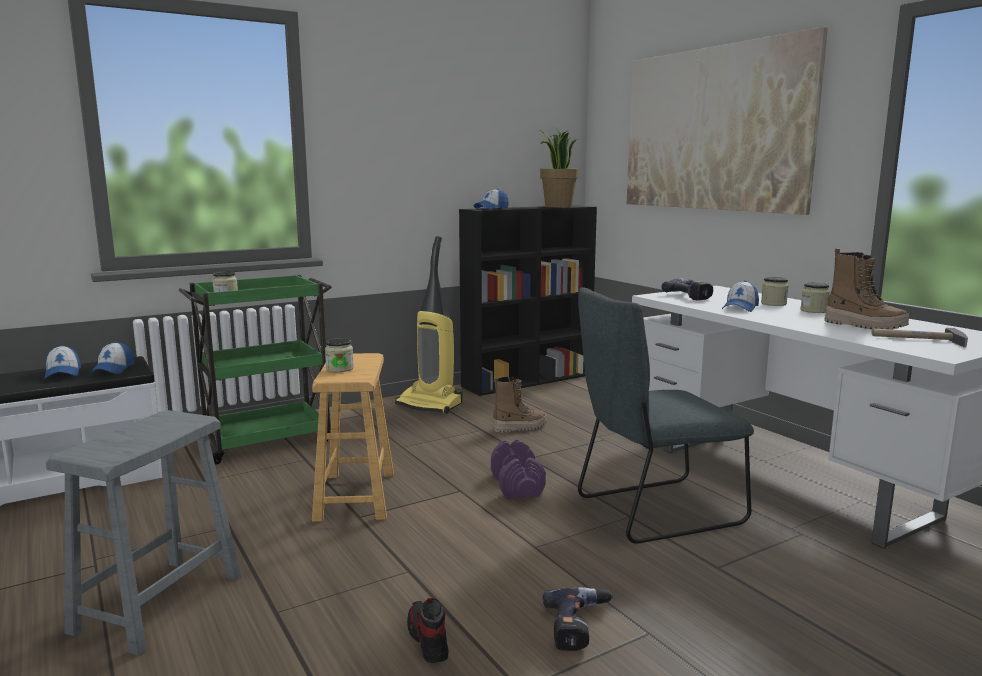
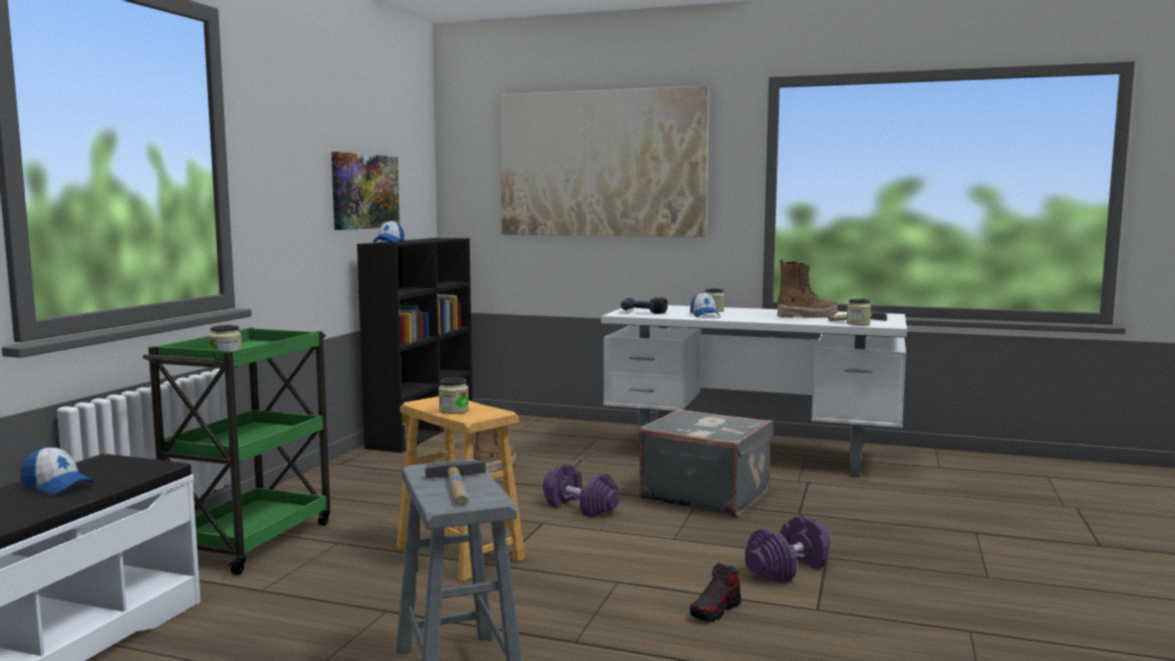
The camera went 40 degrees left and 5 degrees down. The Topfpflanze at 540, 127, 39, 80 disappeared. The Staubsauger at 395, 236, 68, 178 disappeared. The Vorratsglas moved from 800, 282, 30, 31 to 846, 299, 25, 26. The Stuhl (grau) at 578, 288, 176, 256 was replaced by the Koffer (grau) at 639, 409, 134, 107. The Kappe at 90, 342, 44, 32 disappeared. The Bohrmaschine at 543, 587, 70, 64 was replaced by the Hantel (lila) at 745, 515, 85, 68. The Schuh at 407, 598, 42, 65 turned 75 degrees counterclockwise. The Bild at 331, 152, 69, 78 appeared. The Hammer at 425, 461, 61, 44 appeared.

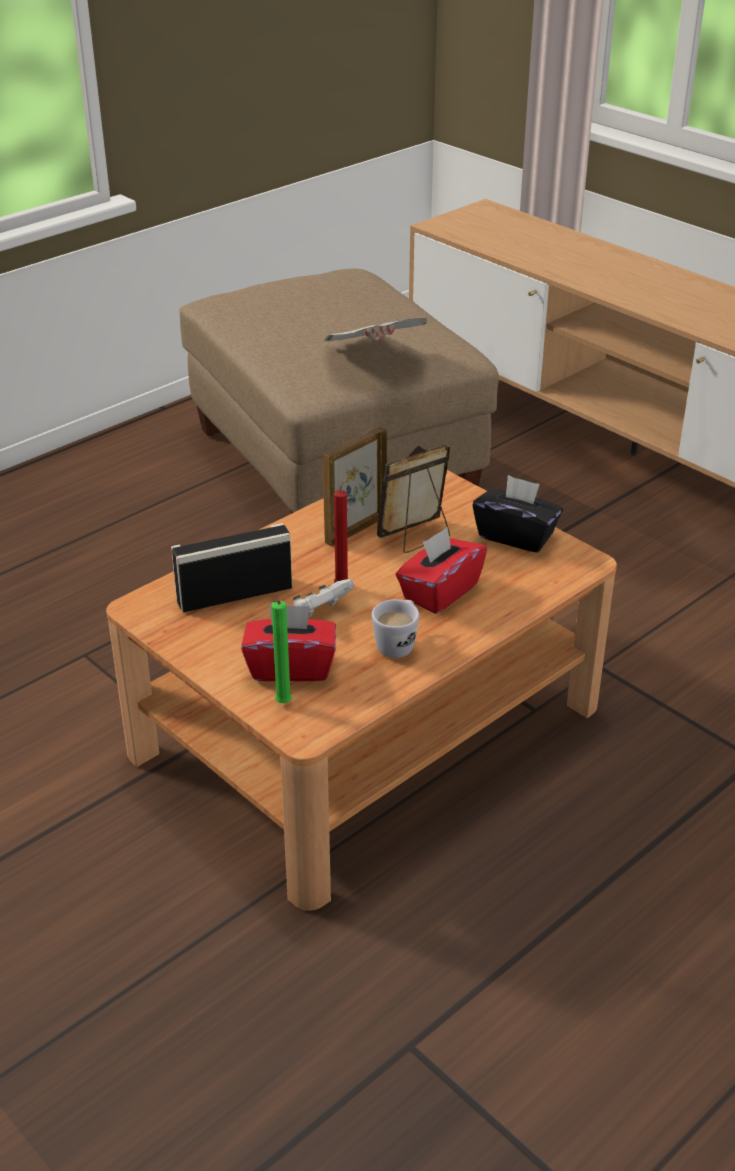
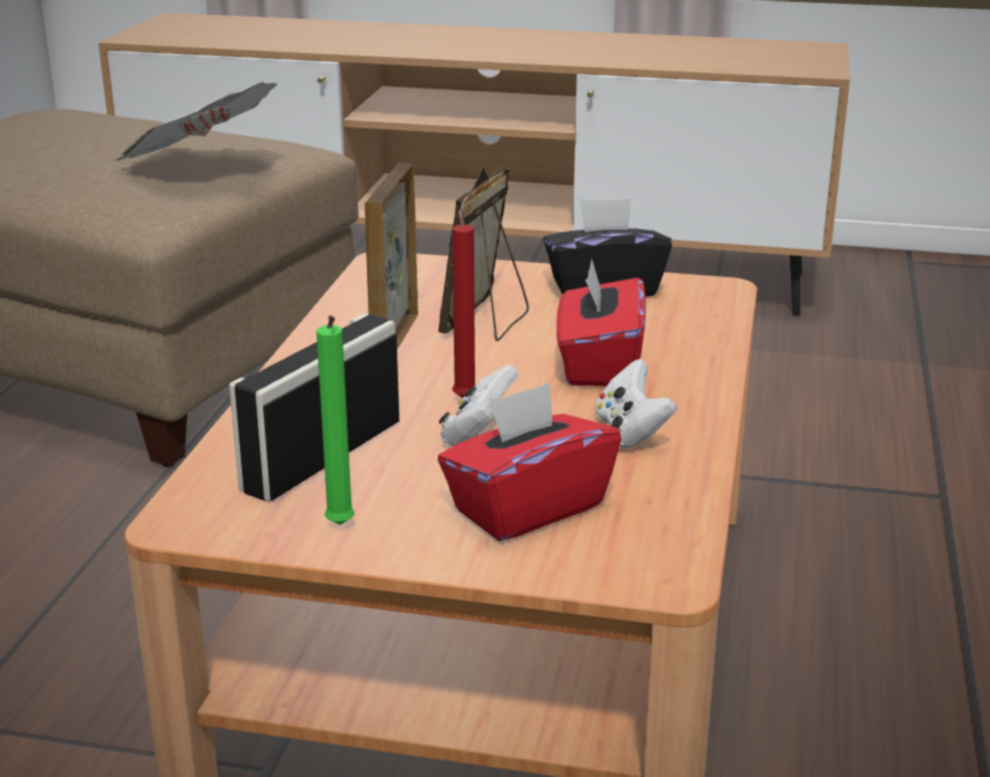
The camera went 35 degrees left and 10 degrees down. The Henkelbecher (weiß) at 372, 599, 47, 59 was replaced by the Gamepad (weiß) at 595, 359, 82, 90. The Kerze (grün) moved from 271, 600, 21, 103 to 316, 315, 38, 210.

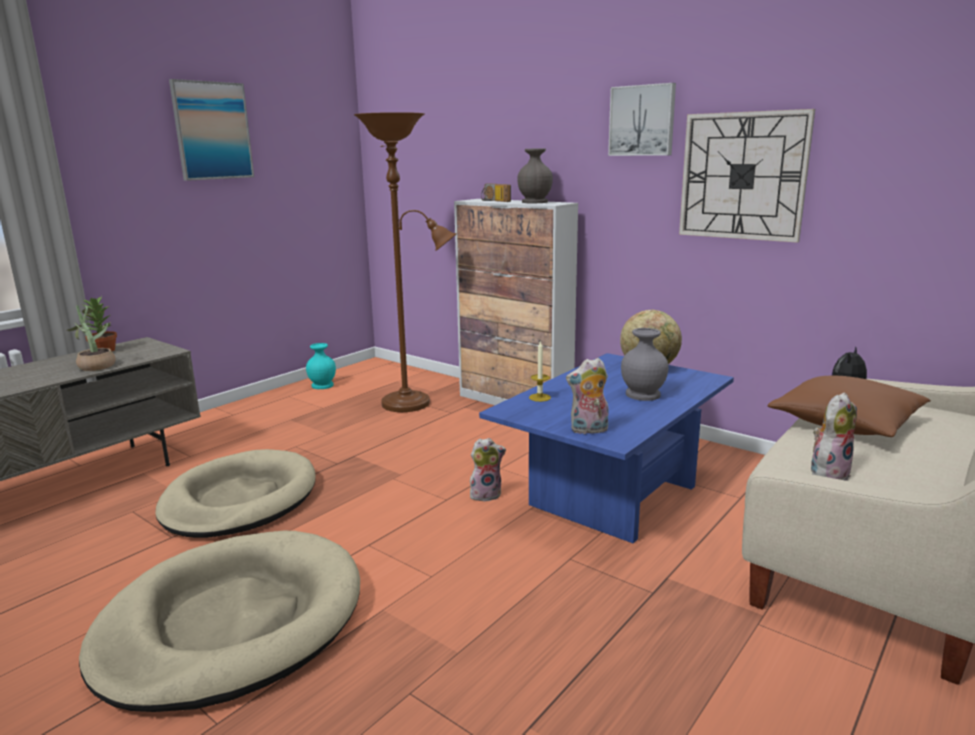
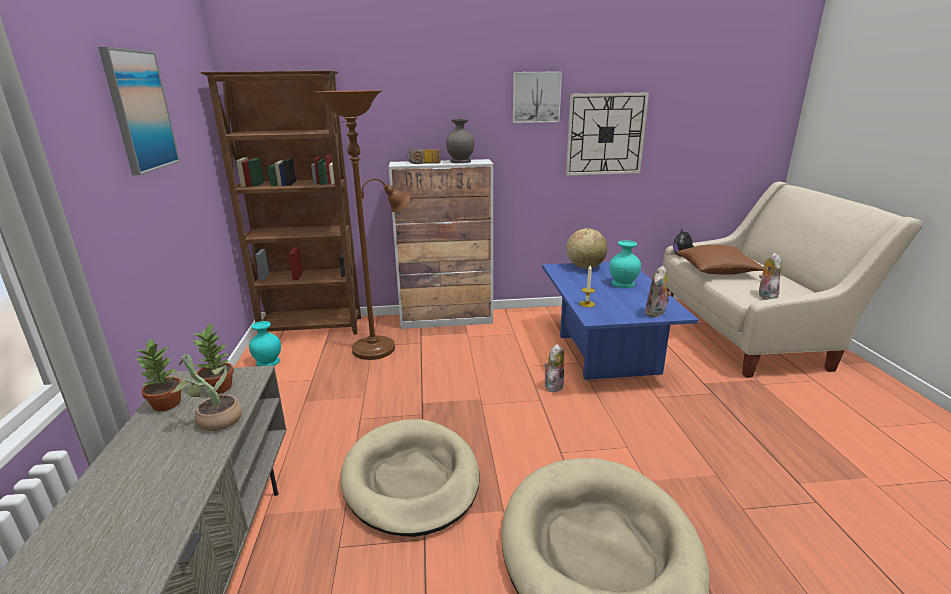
The camera went 45 degrees left and 5 degrees up. The Vase (grau) at 621, 328, 47, 73 became the Vase (türkis) at 609, 240, 32, 48. The Bücherregal (braun) at 200, 71, 161, 264 appeared. The Topfpflanze at 193, 323, 41, 71 appeared.

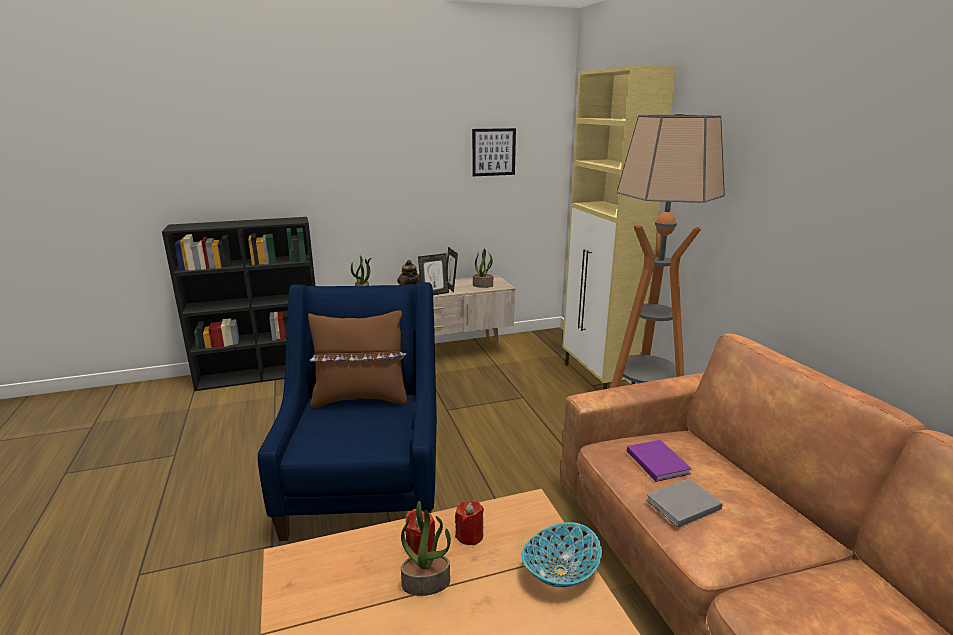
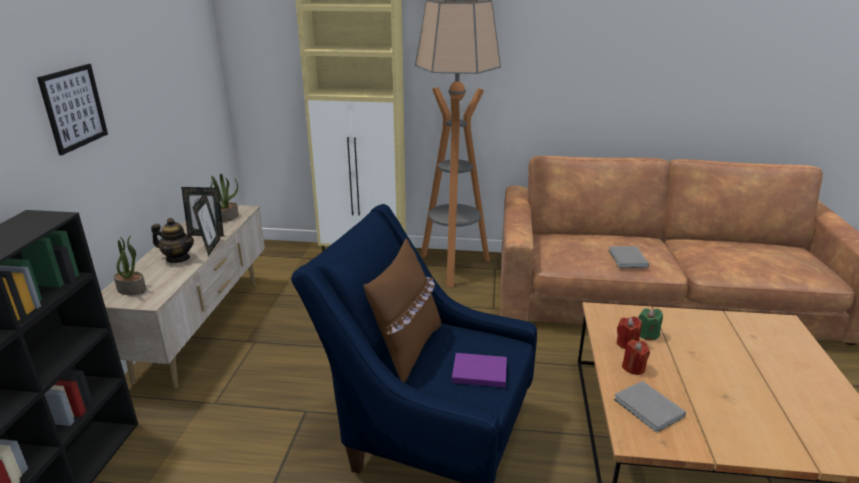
The camera went 65 degrees left and 5 degrees up. The Bild moved from 472, 128, 44, 48 to 37, 64, 71, 91. The Buch (lila) moved from 627, 440, 65, 42 to 452, 353, 55, 34. The Topfpflanze at 401, 501, 50, 95 disappeared. The Schüssel at 522, 522, 80, 65 disappeared. The Kerze (grün) at 638, 308, 25, 32 appeared. The Buch (grau) at 614, 381, 72, 52 appeared.

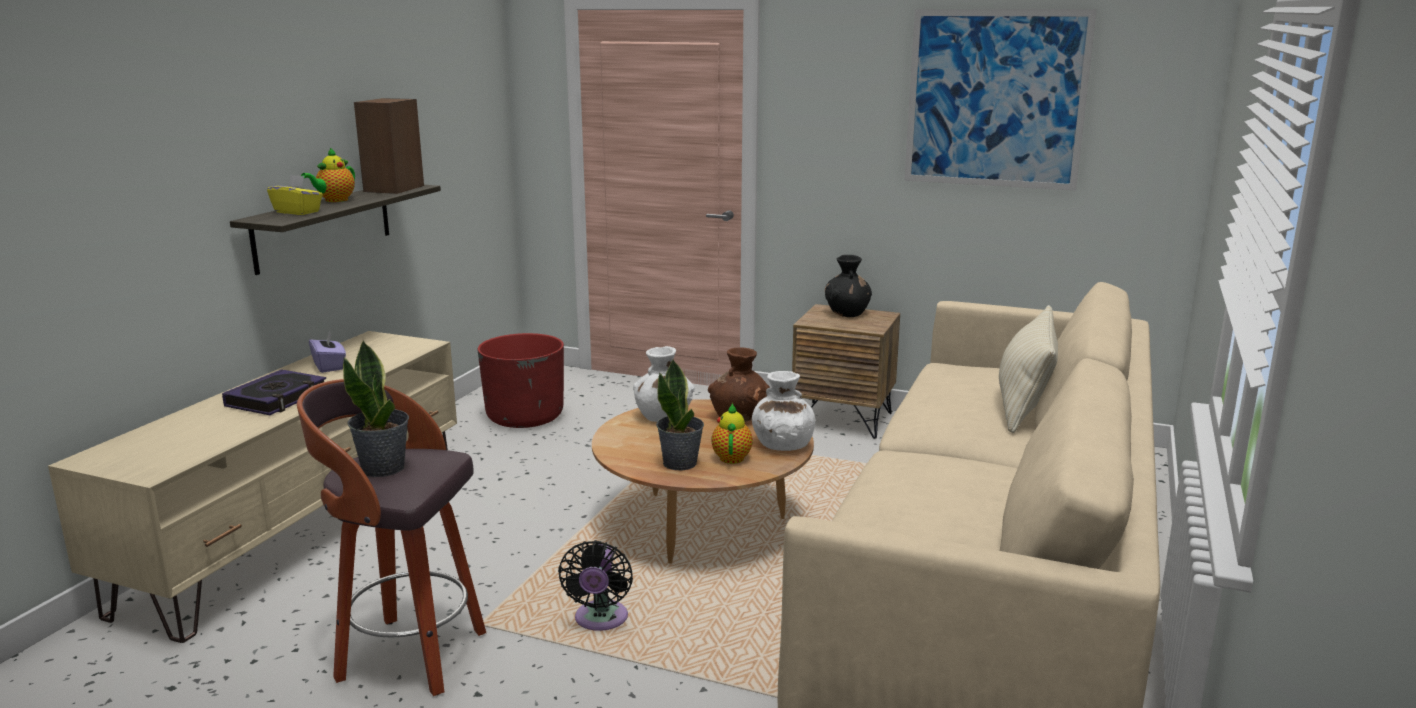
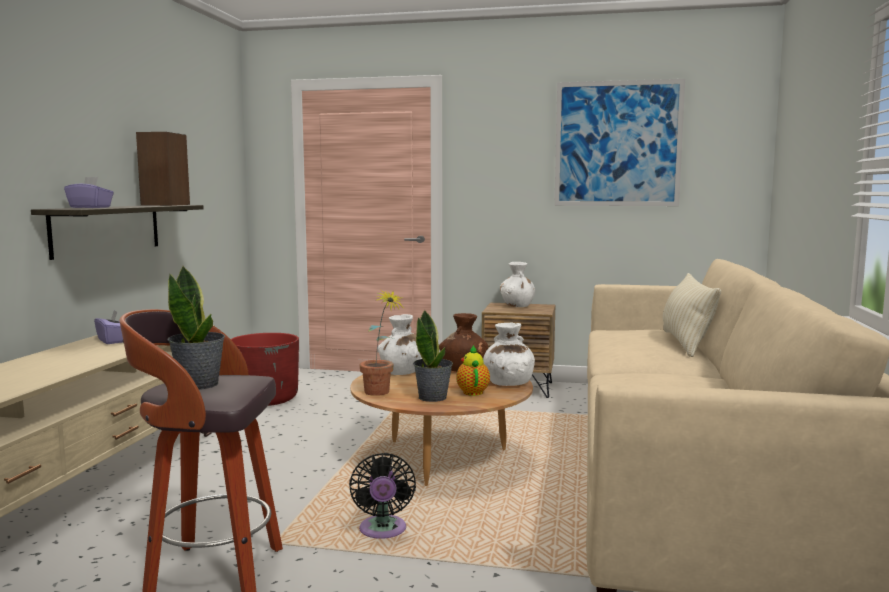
The camera went 10 degrees left and 10 degrees down. The Teekanne at 301, 148, 54, 54 disappeared. The Taschentuchbox (gelb) at 267, 175, 56, 40 became the Taschentuchbox (lila) at 64, 177, 50, 31. The Vase (schwarz) at 825, 255, 47, 62 became the Vase (weiß) at 500, 262, 35, 45. The Buch at 222, 369, 104, 46 disappeared. The Topfpflanze at 359, 289, 46, 107 appeared.

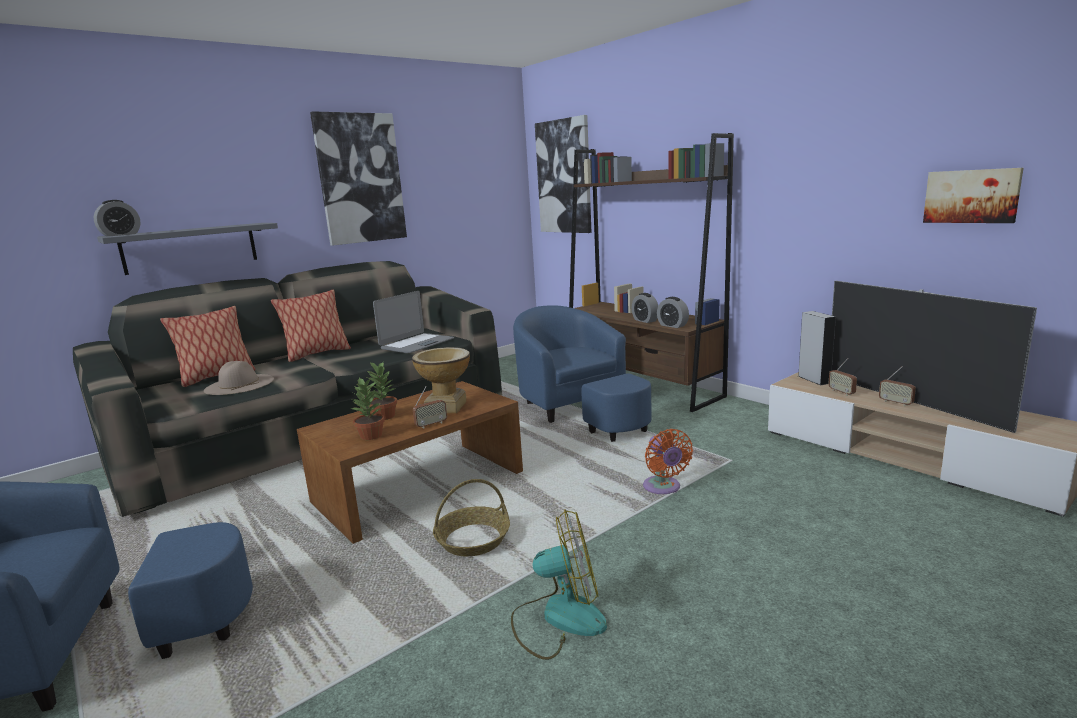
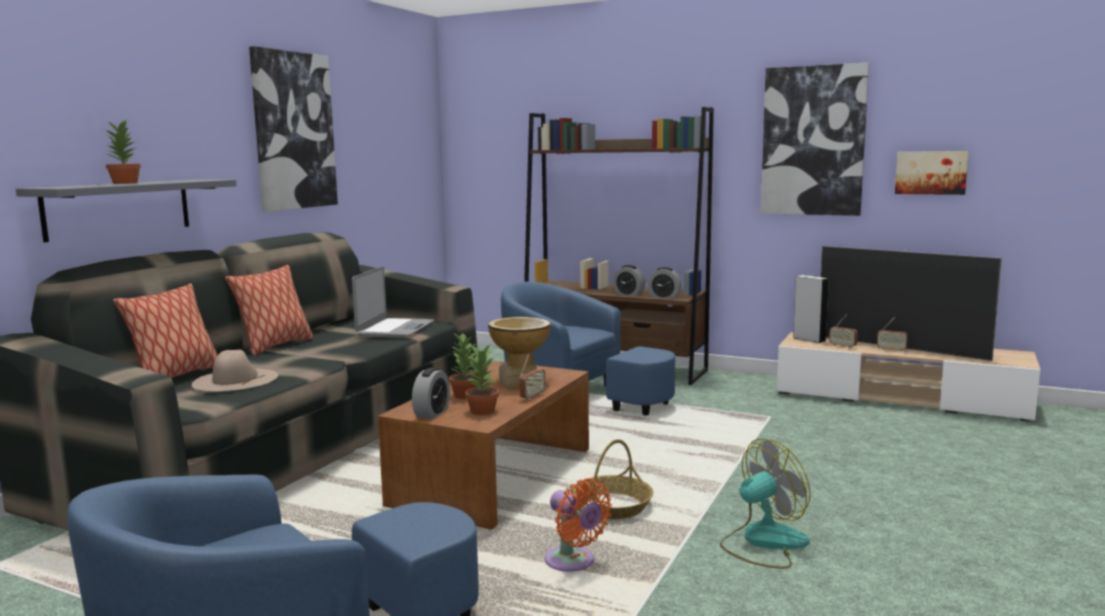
The camera went 25 degrees left and 5 degrees down. The Bild moved from 535, 115, 56, 118 to 761, 63, 108, 153. The Wecker moved from 94, 200, 47, 36 to 412, 368, 38, 51. The Ventilator (orange) moved from 643, 429, 50, 65 to 545, 478, 67, 93. The Topfpflanze at 105, 118, 36, 66 appeared.

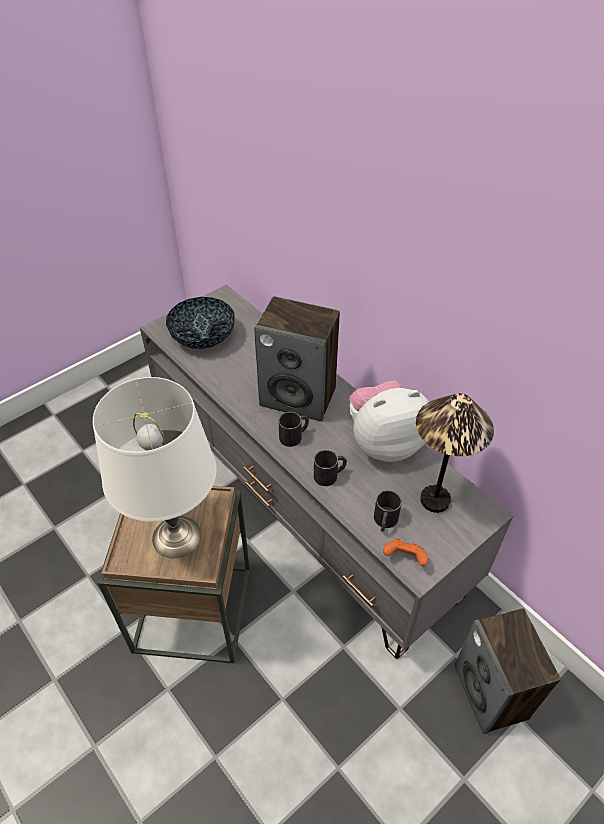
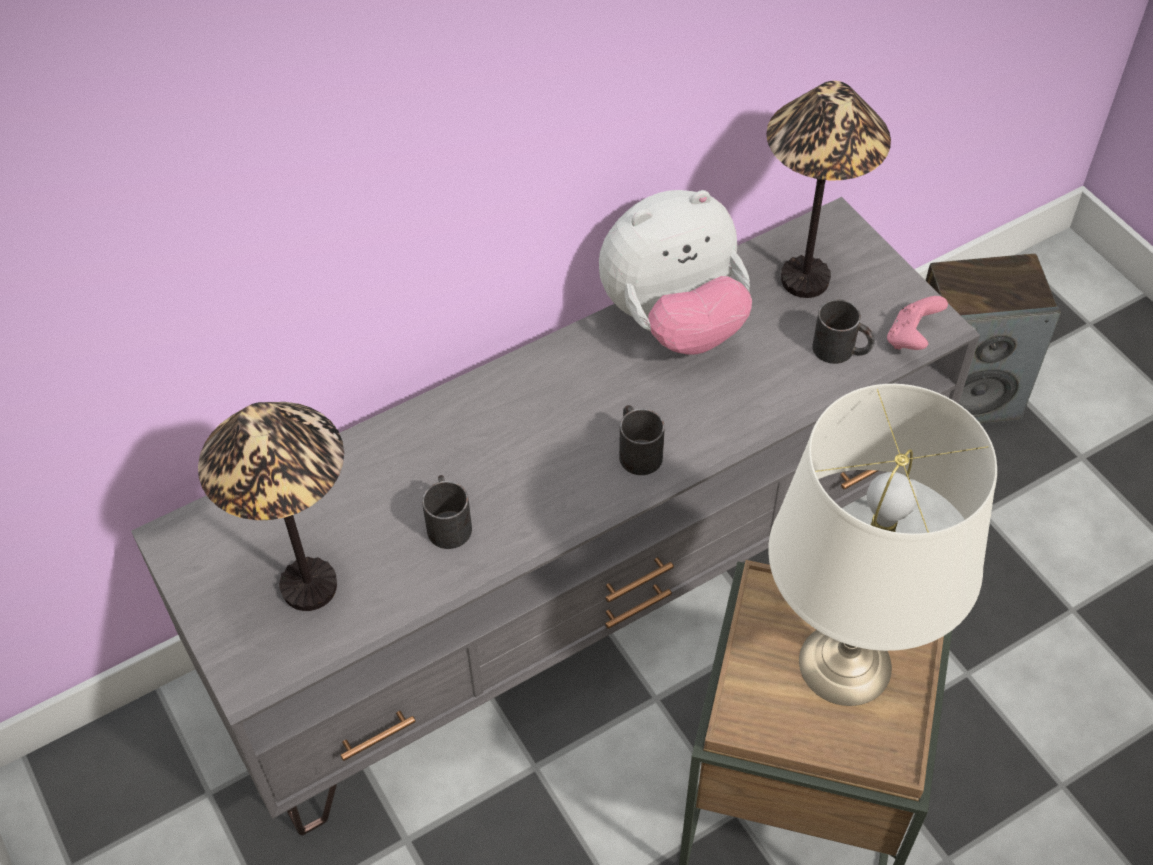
The camera went 80 degrees left and 5 degrees up. The Lautsprecher at 254, 296, 86, 125 disappeared. The Schüssel at 166, 297, 69, 52 was replaced by the Tischlampe at 198, 402, 146, 209. The Plüschtier at 349, 381, 80, 81 turned 105 degrees counterclockwise. The Henkelbecher (schwarz) moved from 314, 450, 33, 36 to 422, 475, 50, 74. The Gamepad (orange) at 383, 538, 45, 28 became the Gamepad (rosa) at 887, 296, 61, 54.

